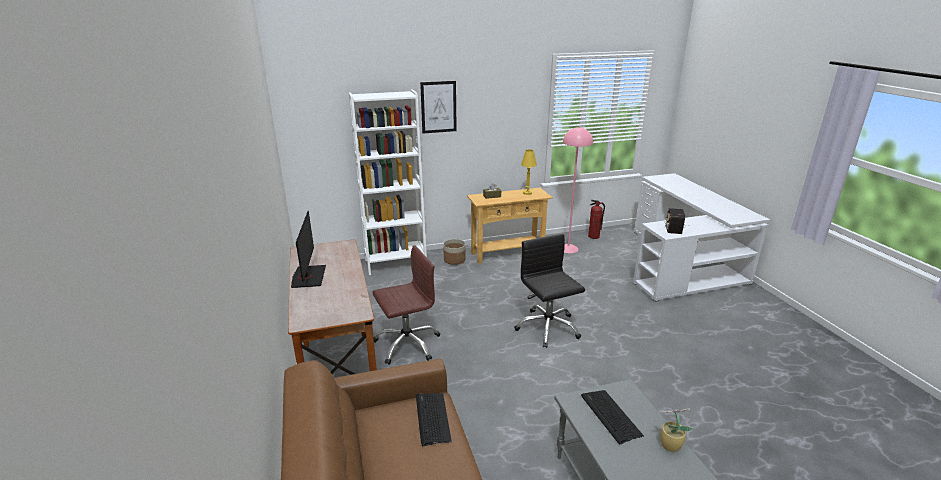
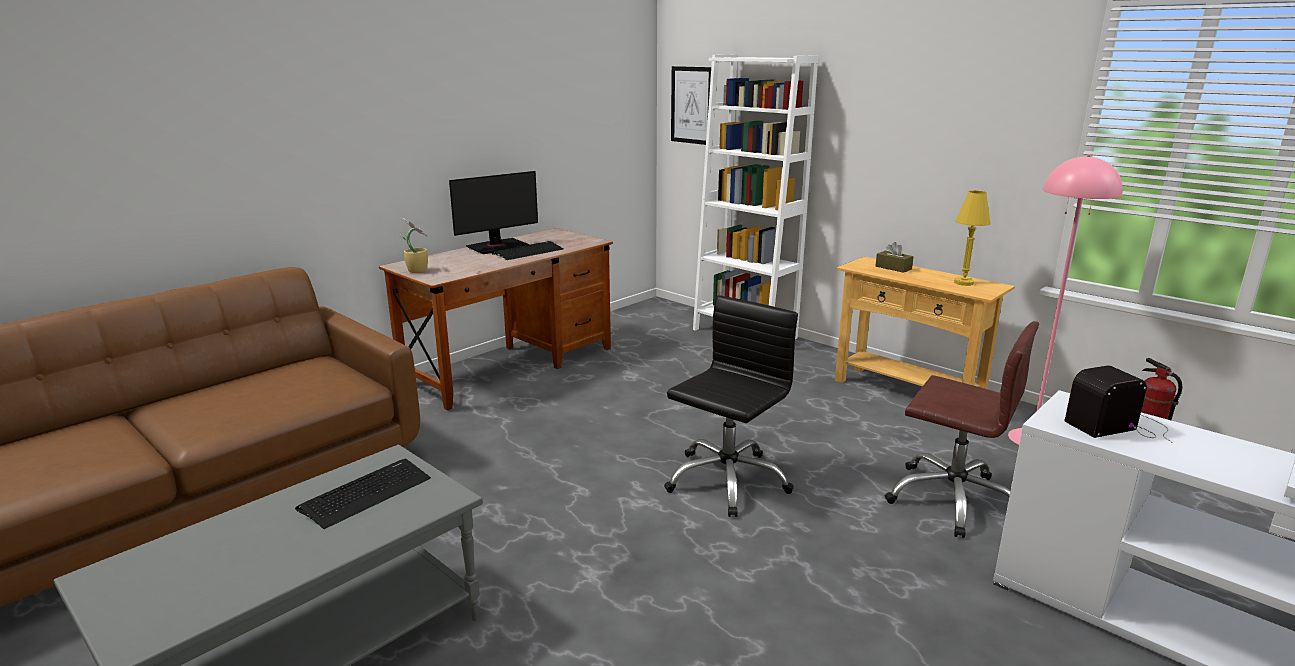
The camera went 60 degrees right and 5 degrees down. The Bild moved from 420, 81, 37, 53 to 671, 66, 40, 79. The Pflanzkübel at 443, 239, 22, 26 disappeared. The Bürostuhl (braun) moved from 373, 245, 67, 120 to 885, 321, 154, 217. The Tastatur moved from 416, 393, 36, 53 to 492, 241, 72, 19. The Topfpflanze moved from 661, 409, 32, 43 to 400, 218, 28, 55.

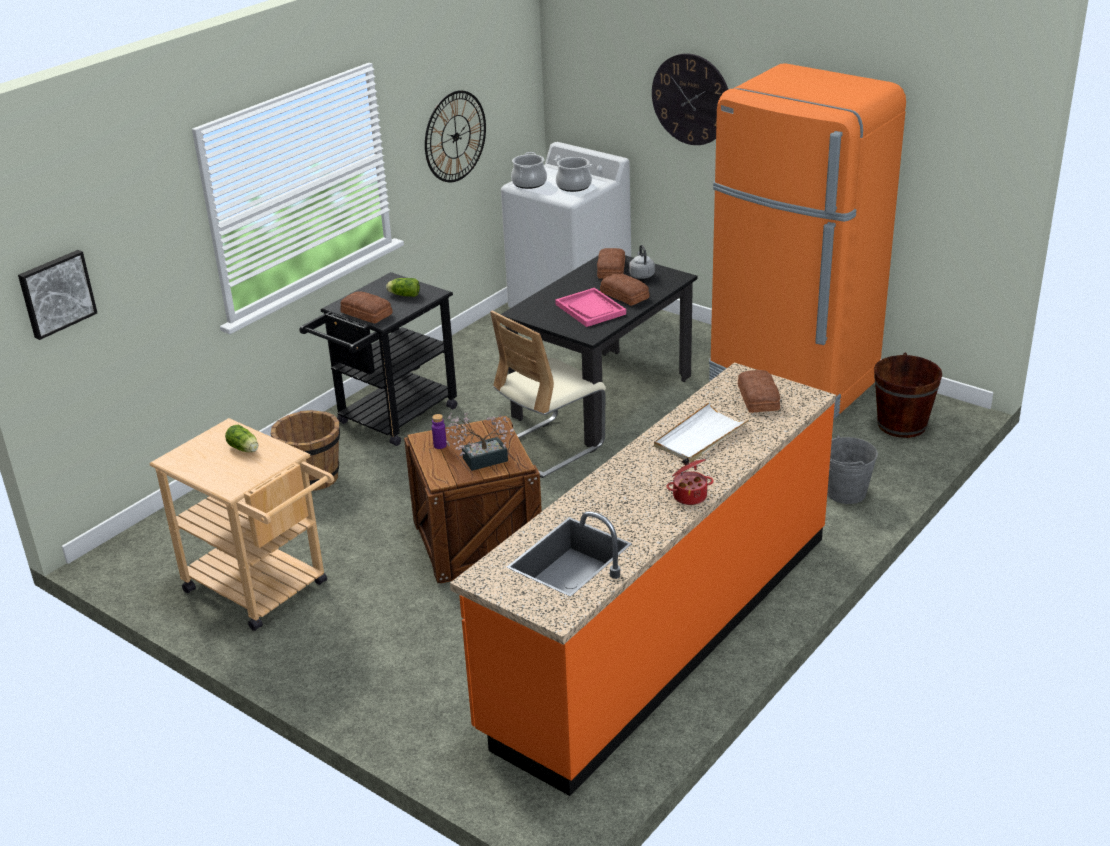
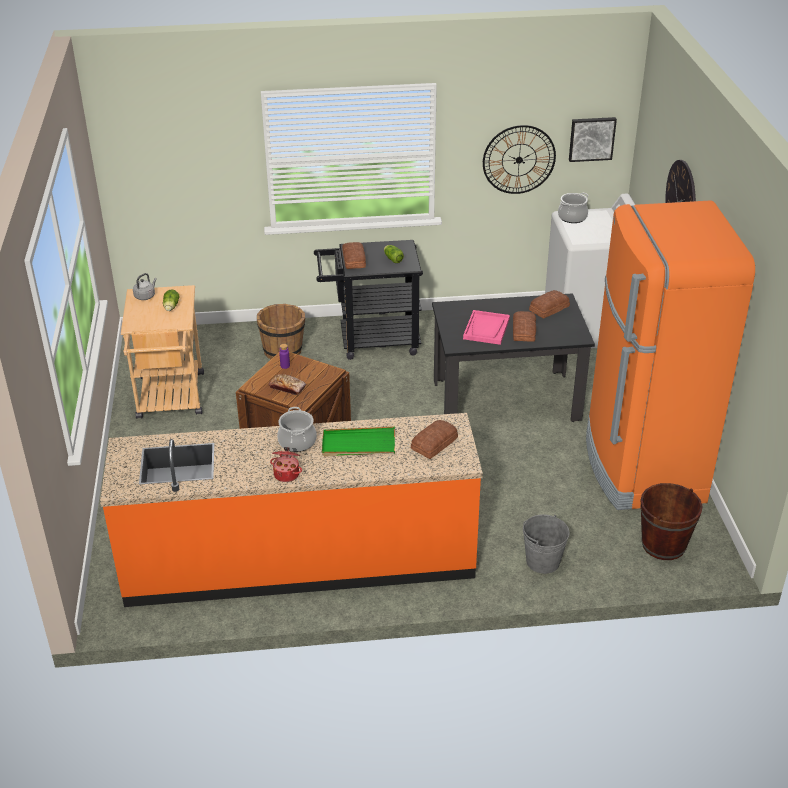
The camera went 45 degrees right and 5 degrees up. The Kochtopf moved from 554, 157, 38, 35 to 277, 407, 40, 45. The Wasserkessel (grau) moved from 629, 245, 26, 34 to 133, 273, 24, 27. The Bild moved from 18, 250, 79, 90 to 569, 117, 48, 45. The Stuhl (beige) at 490, 311, 116, 167 disappeared. The Tablett (weiß) at 654, 402, 96, 61 became the Tablett (grün) at 322, 427, 73, 29. The Topfpflanze at 446, 412, 68, 59 was replaced by the Brot at 269, 374, 37, 21.

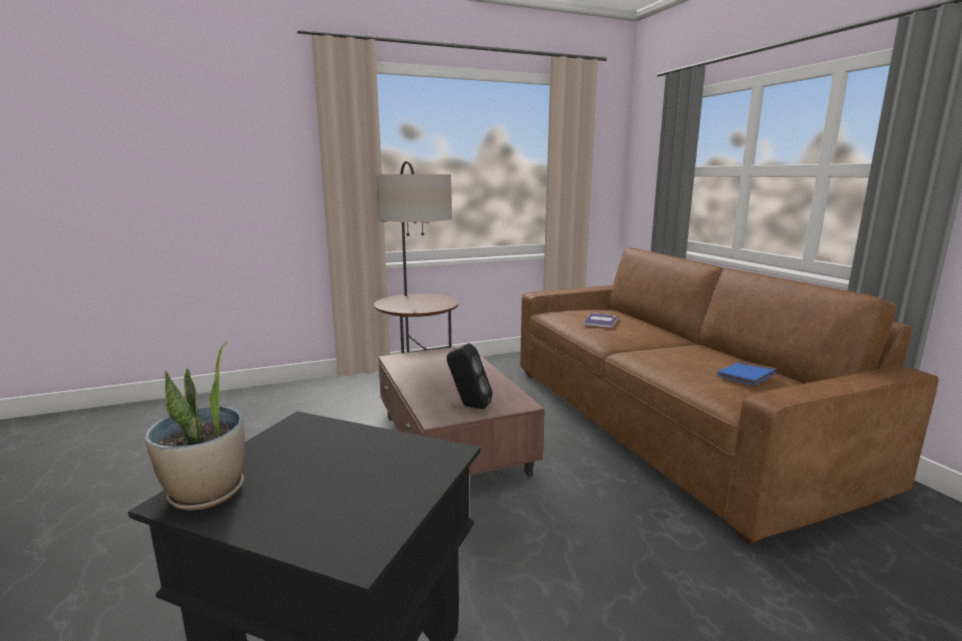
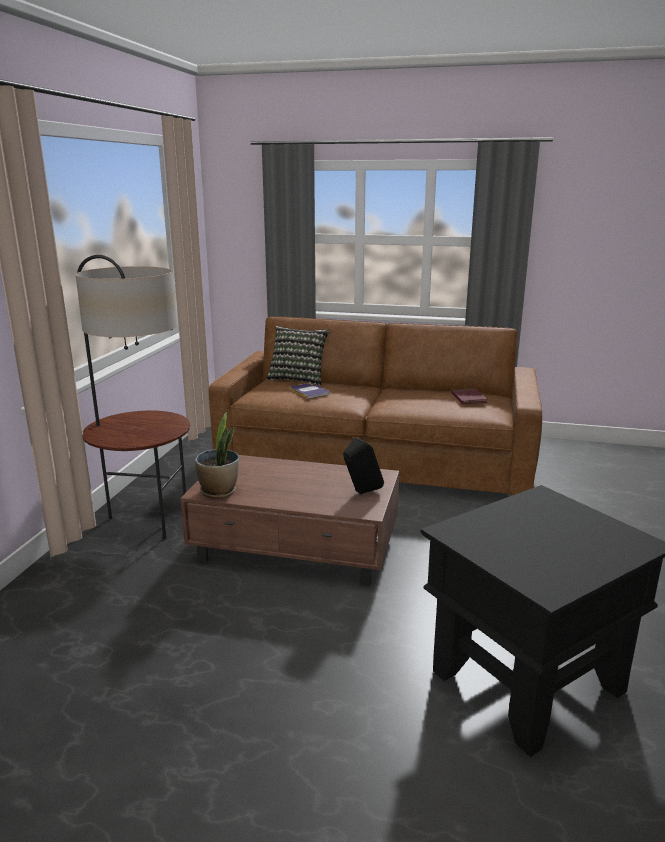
The camera went 55 degrees left and 5 degrees up. The Topfpflanze moved from 144, 342, 101, 168 to 195, 412, 44, 86. The Buch (blau) at 717, 361, 60, 25 became the Buch (rot) at 451, 388, 37, 16. The Kissen at 266, 326, 63, 60 appeared.

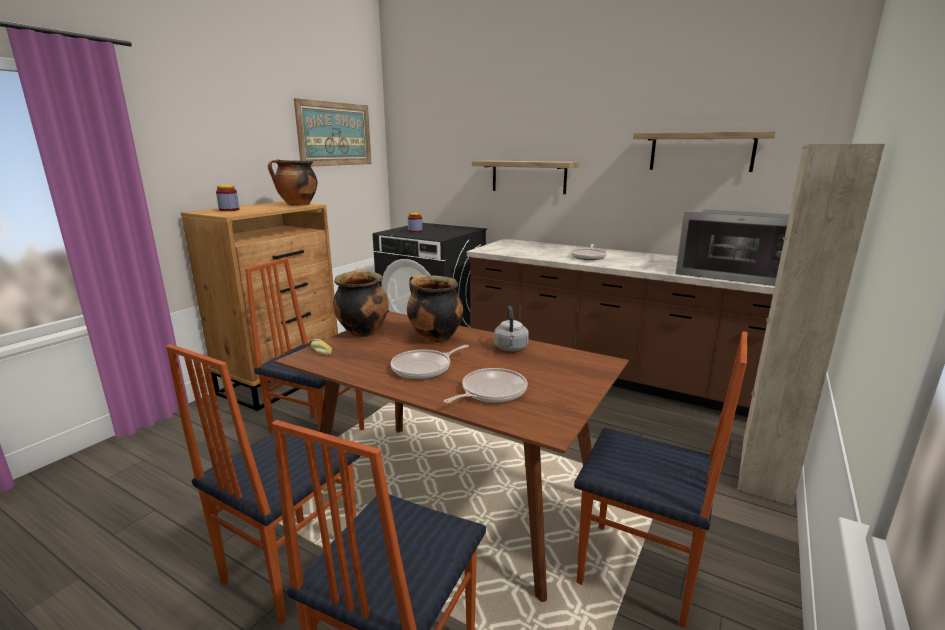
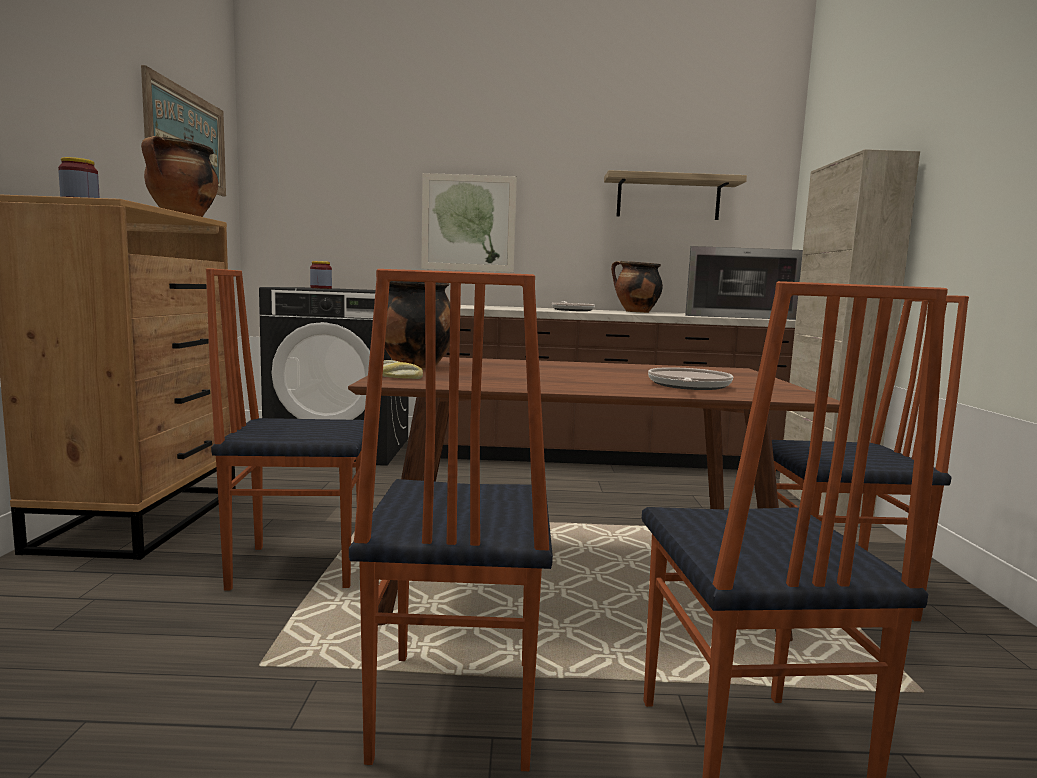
The camera went 30 degrees left and 10 degrees down. The Wandregal at 472, 160, 107, 34 was replaced by the Bild at 421, 173, 96, 99. The Kochtopf moved from 407, 275, 56, 68 to 611, 261, 52, 52. The Wasserkessel (grau) at 494, 306, 35, 45 disappeared. The Pfanne at 391, 345, 78, 34 disappeared.

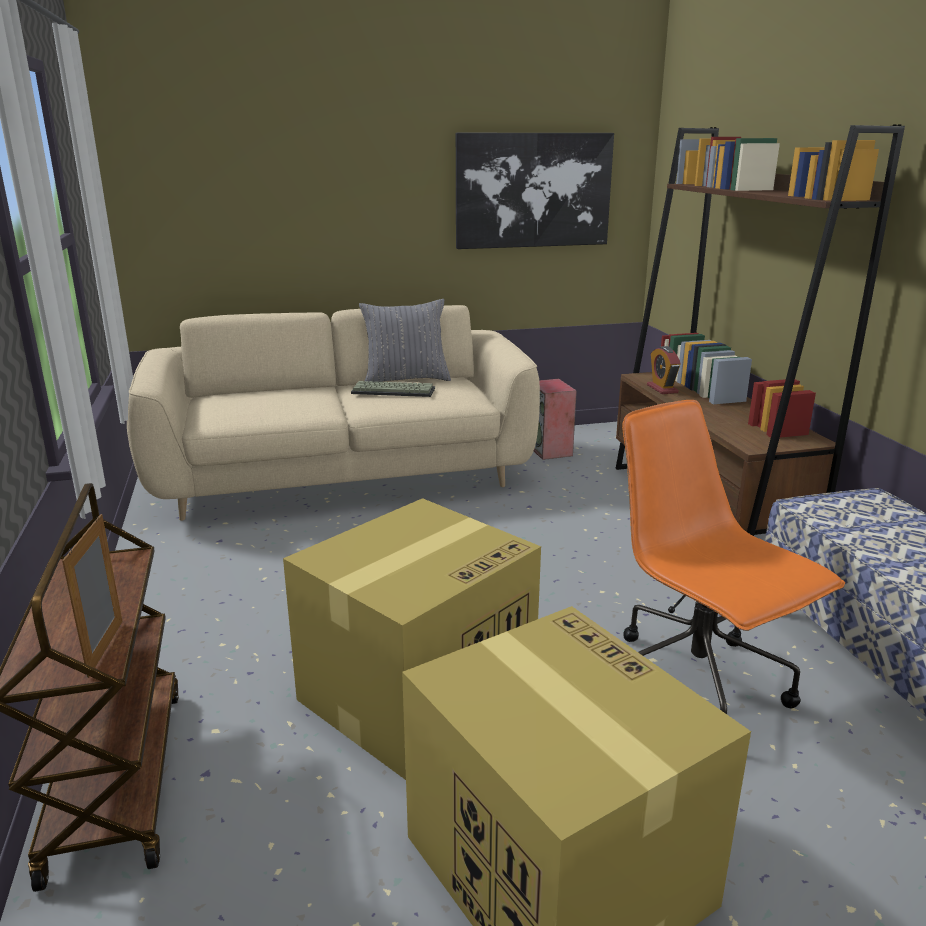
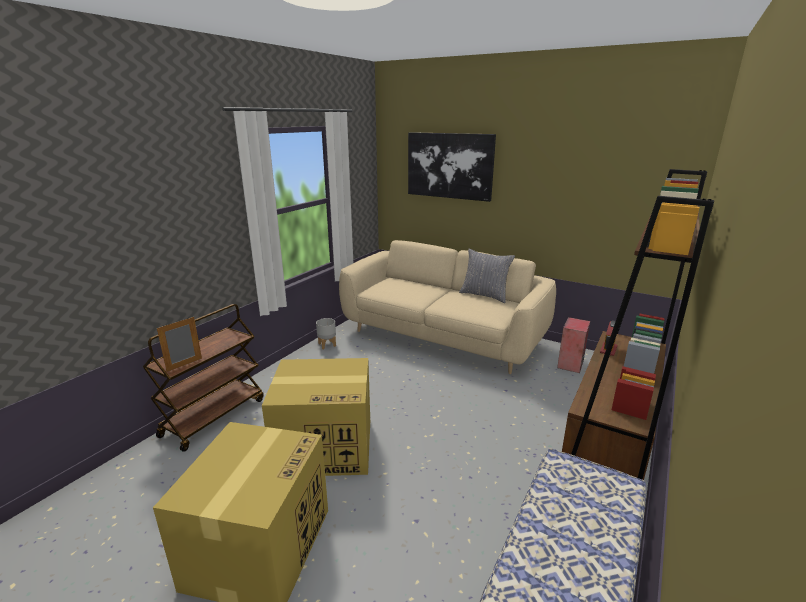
The camera went 45 degrees right and 0 degrees up. The Bild moved from 456, 133, 158, 116 to 408, 132, 88, 70. The Tastatur at 351, 381, 84, 16 disappeared. The Bürostuhl (orange) at 622, 400, 223, 314 disappeared. The Pflanzkübel (grau) at 316, 318, 20, 31 appeared.

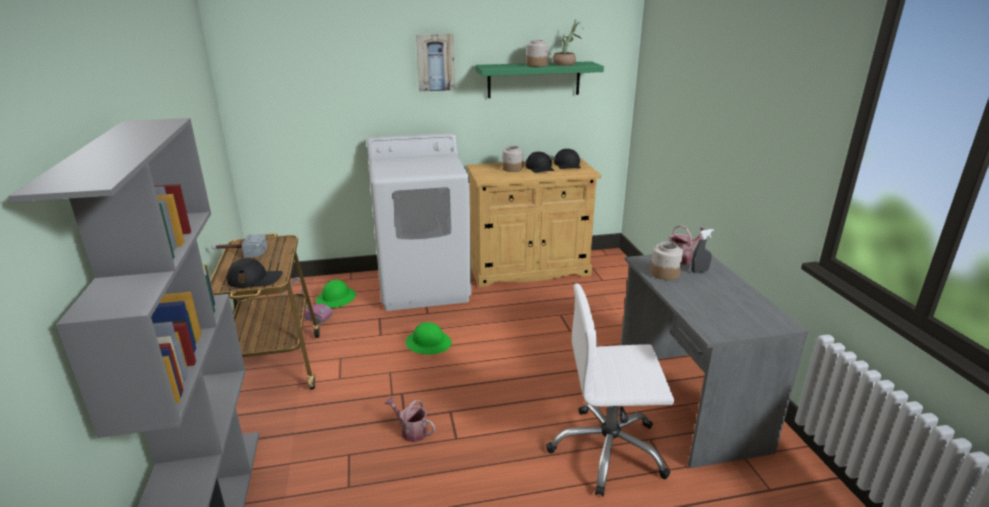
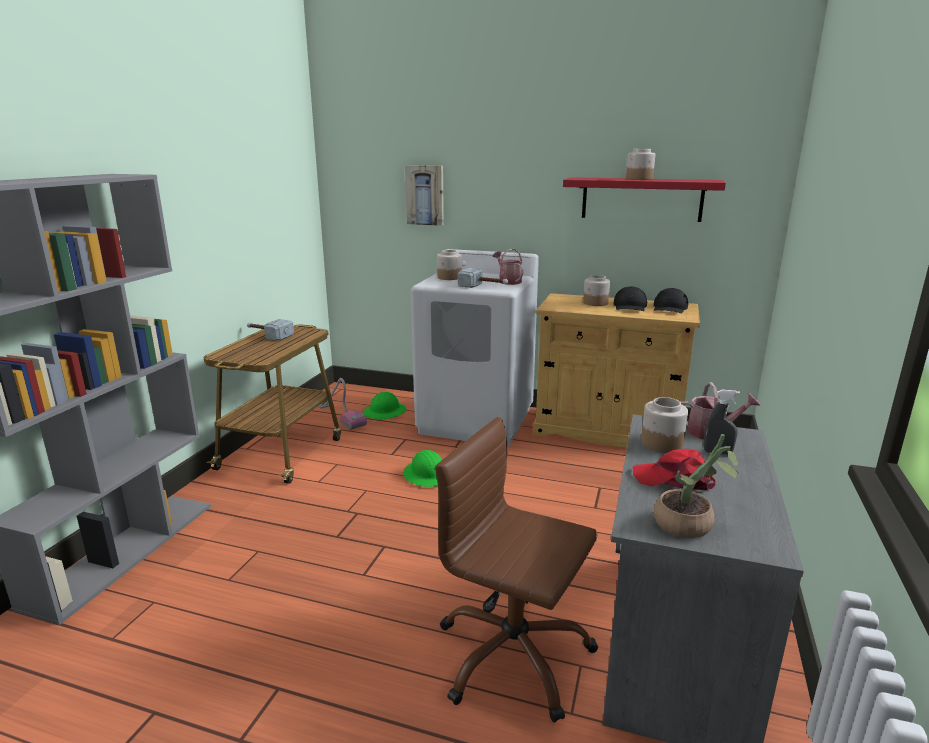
The camera went 30 degrees right and 5 degrees down. The Topfpflanze moved from 553, 20, 30, 46 to 654, 434, 85, 104. The Bild moved from 416, 34, 39, 58 to 405, 165, 39, 61. The Wandregal (grün) at 475, 61, 129, 37 became the Wandregal (rot) at 563, 177, 163, 45. The Kappe (schwarz) at 227, 258, 55, 30 disappeared. The Bürostuhl (weiß) at 546, 283, 128, 214 became the Bürostuhl (braun) at 435, 417, 163, 306. The Gießkanne moved from 385, 397, 50, 45 to 493, 249, 31, 36. The Vorratsglas at 437, 250, 25, 30 appeared. The Hammer at 458, 268, 50, 20 appeared. The Kappe (rot) at 633, 449, 83, 41 appeared.

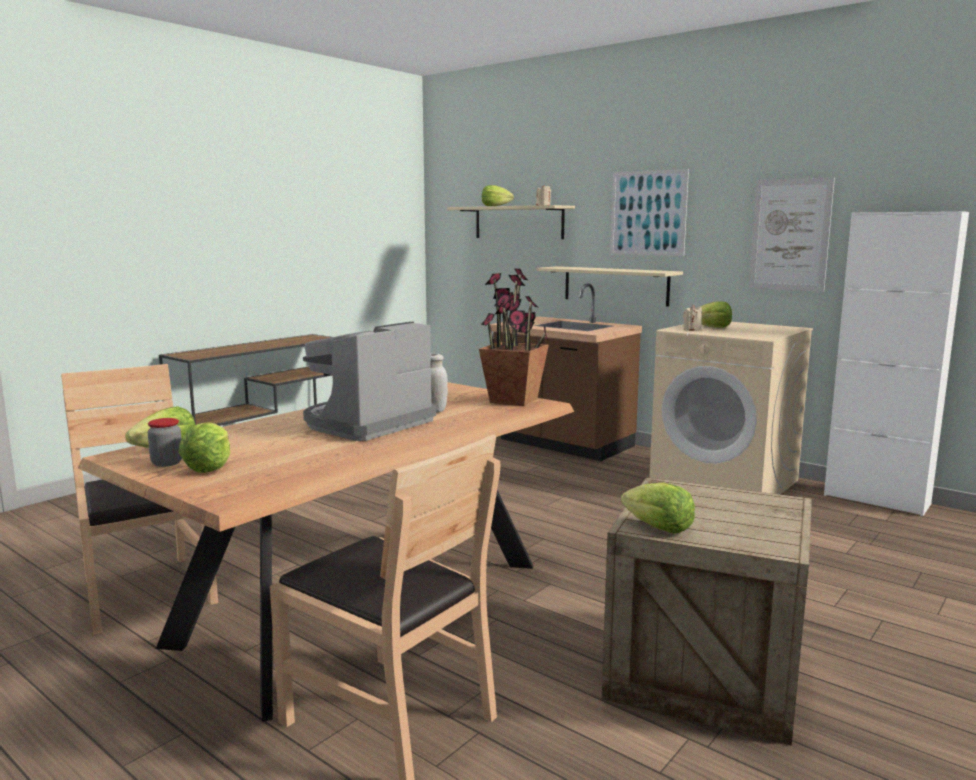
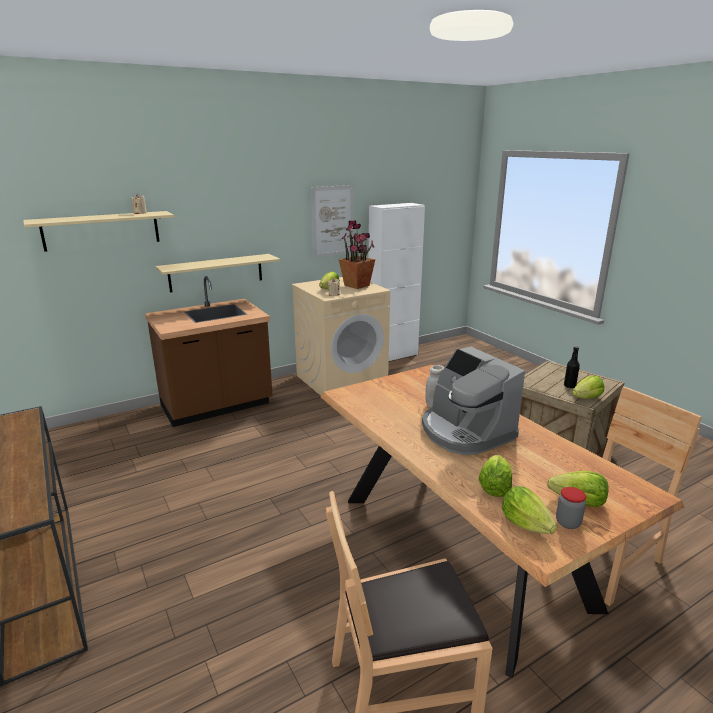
The camera went 70 degrees left and 10 degrees up. The Bild at 610, 169, 79, 87 disappeared. The Salatkopf moved from 482, 185, 32, 21 to 478, 455, 34, 42. The Topfpflanze moved from 479, 268, 70, 138 to 339, 221, 37, 68. The Flasche (schwarz) at 564, 346, 16, 42 appeared.

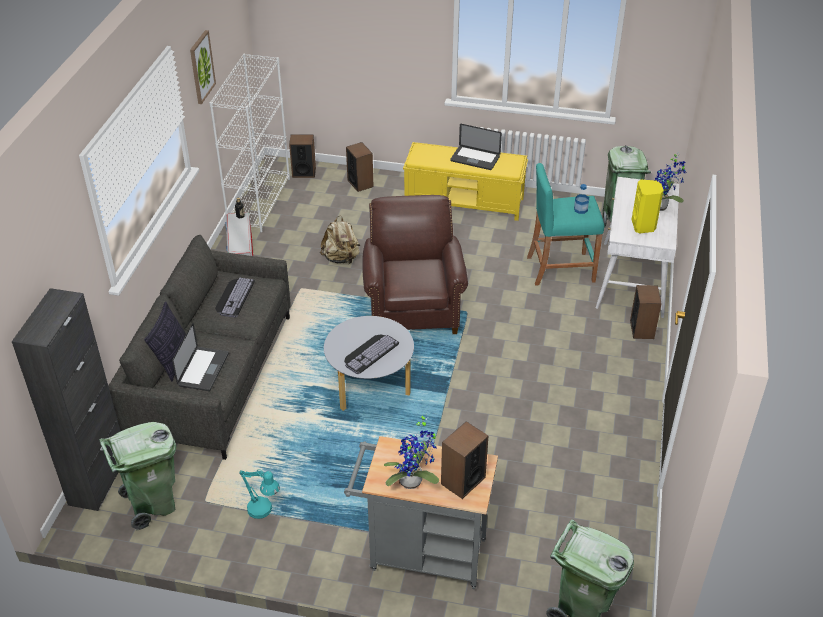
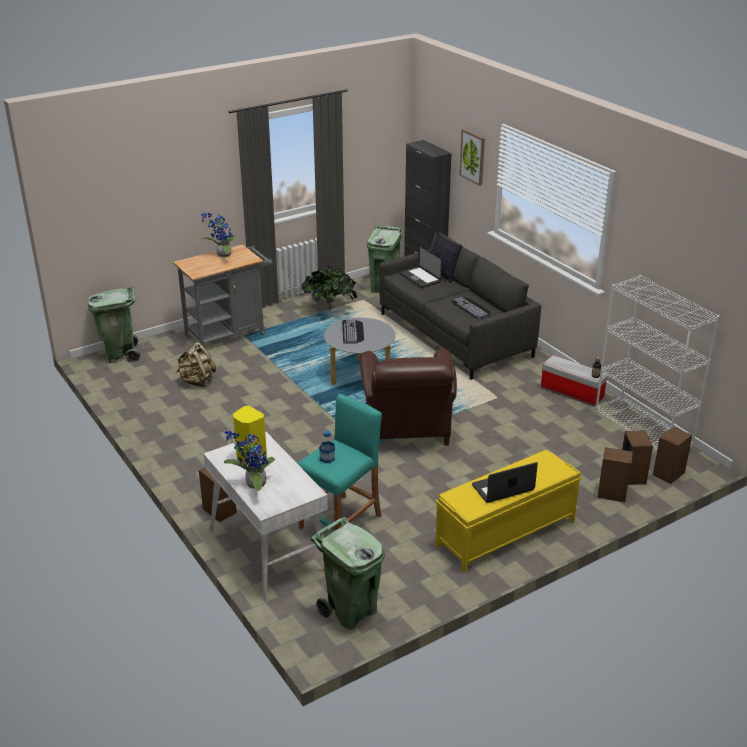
The camera went 135 degrees right and 10 degrees down. The Bild moved from 190, 30, 26, 74 to 459, 129, 26, 57. The Sessel (braun) at 362, 195, 106, 139 turned 45 degrees clockwise. The Rucksack (beige) moved from 320, 215, 40, 49 to 176, 342, 40, 46. The Lautsprecher moved from 441, 421, 47, 78 to 622, 430, 31, 55. The Tischlampe (türkis) at 239, 469, 41, 50 was replaced by the Topfpflanze at 301, 265, 56, 46.

